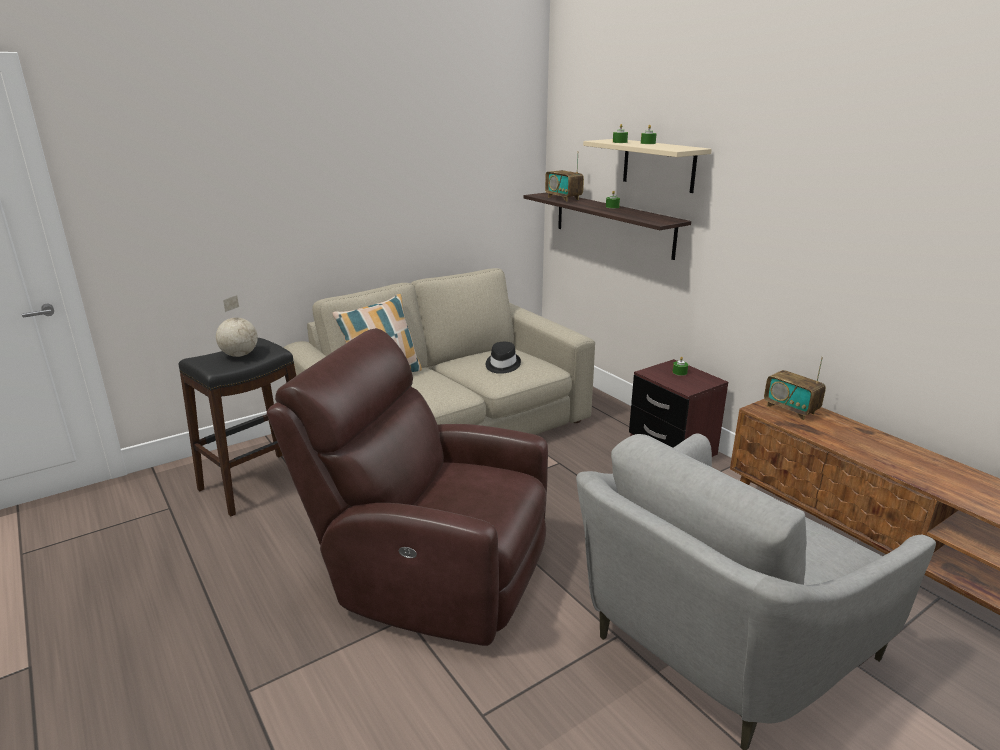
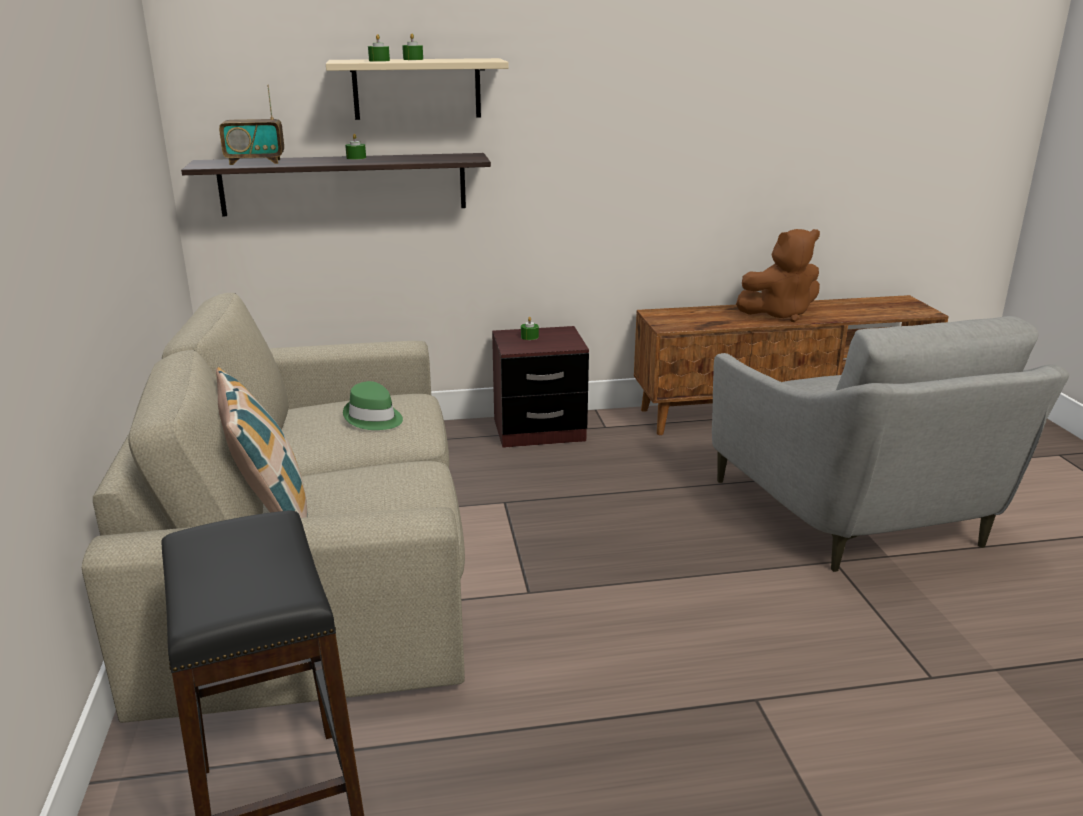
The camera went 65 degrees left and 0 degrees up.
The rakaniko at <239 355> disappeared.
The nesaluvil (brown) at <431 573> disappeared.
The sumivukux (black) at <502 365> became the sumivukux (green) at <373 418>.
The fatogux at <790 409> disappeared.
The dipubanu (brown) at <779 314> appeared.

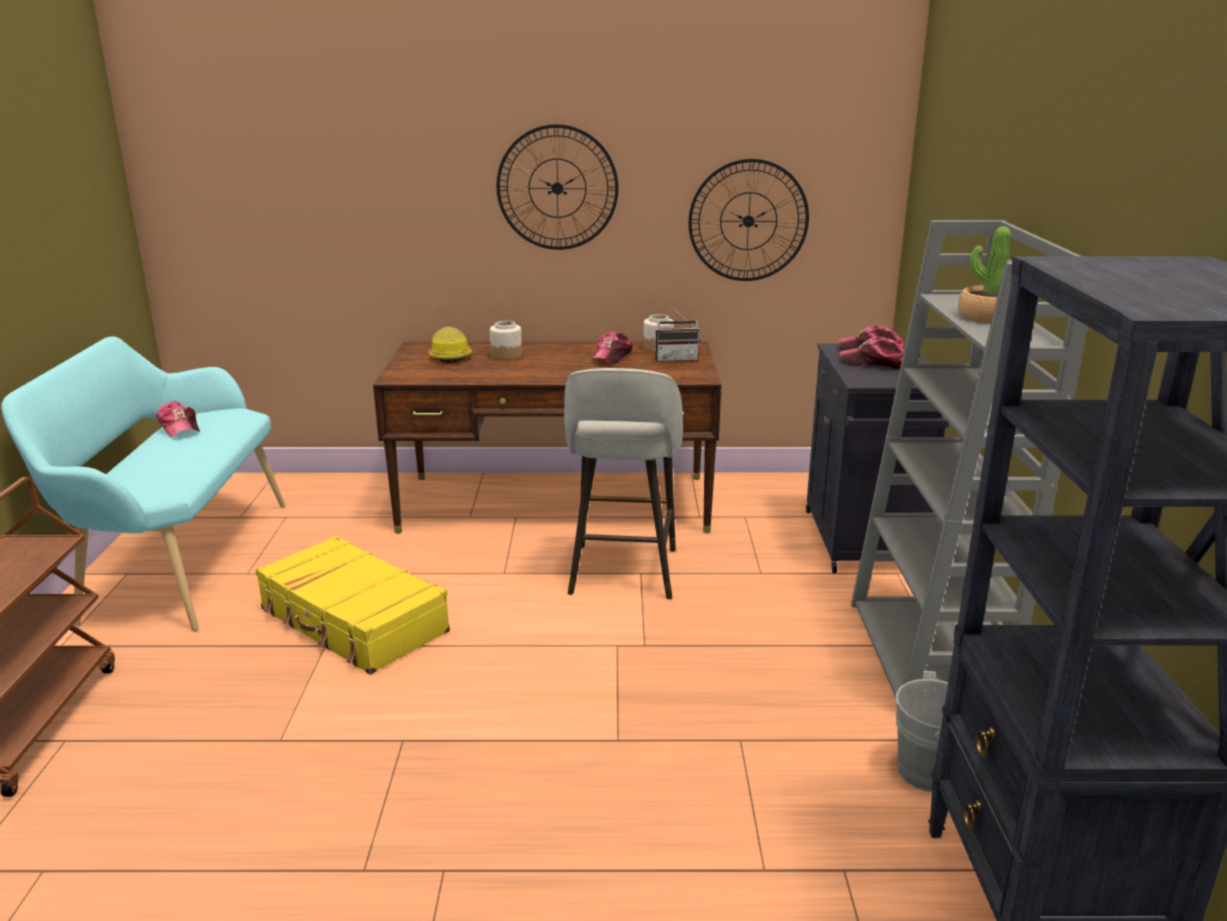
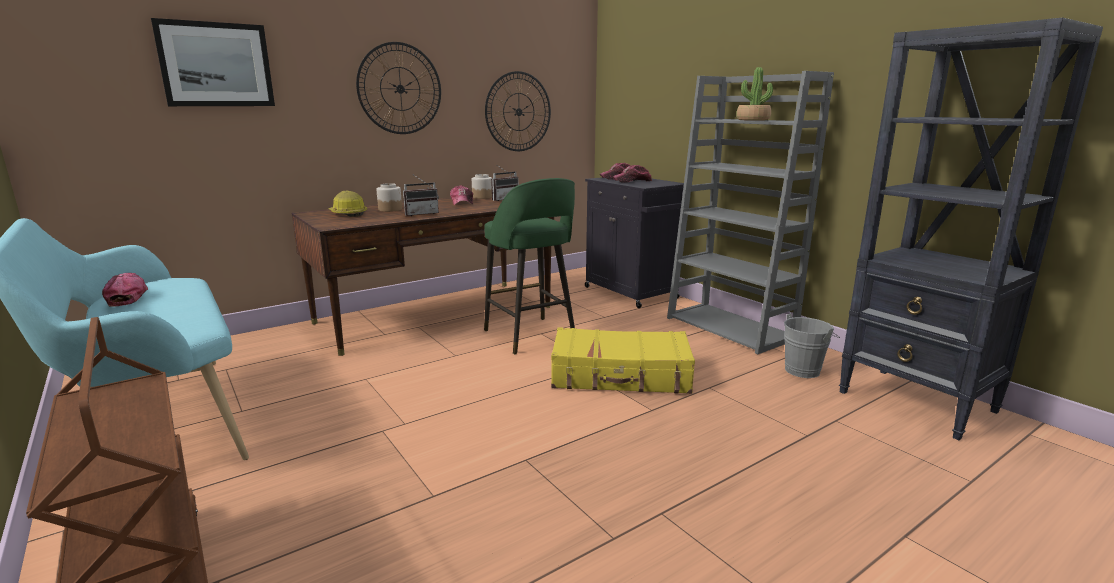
The camera went 35 degrees left and 5 degrees down.
The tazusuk at <180 427> turned 135 degrees counterclockwise.
The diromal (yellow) moved from <353 621> to <620 376>.
The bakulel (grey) at <622 573> became the bakulel (green) at <531 336>.
The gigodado at <216 65> appeared.
The fatogux at <421 214> appeared.

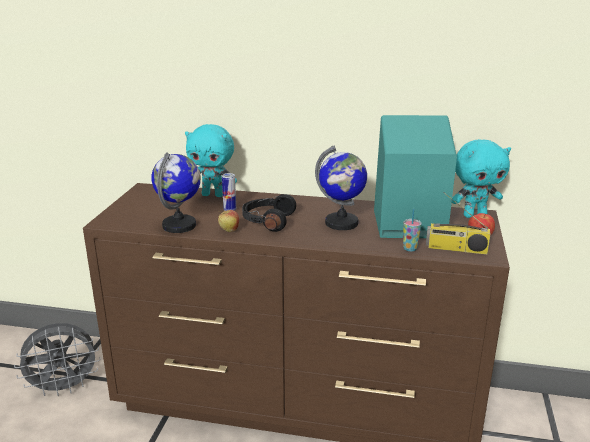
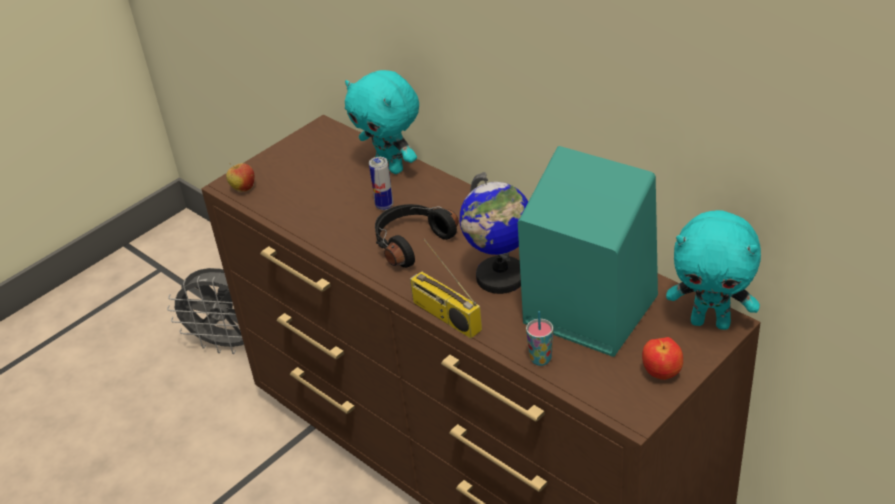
The camera went 35 degrees right and 15 degrees up.
The rakaniko at <180 225> disappeared.
The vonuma moved from <229 230> to <243 189>.
The fatogux moved from <456 249> to <444 316>.

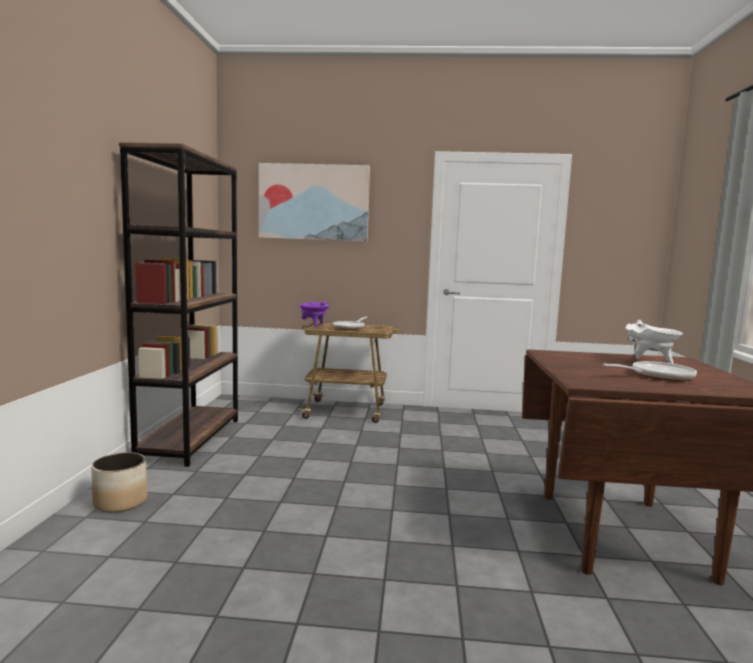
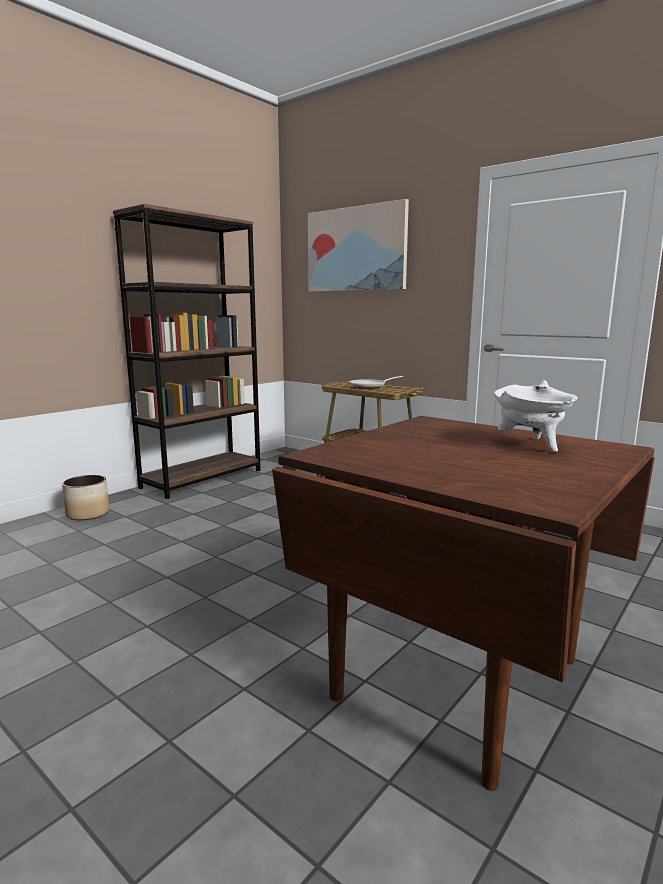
The camera went 35 degrees right and 5 degrees up.
The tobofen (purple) at <313 325> disappeared.
The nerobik at <657 376> disappeared.

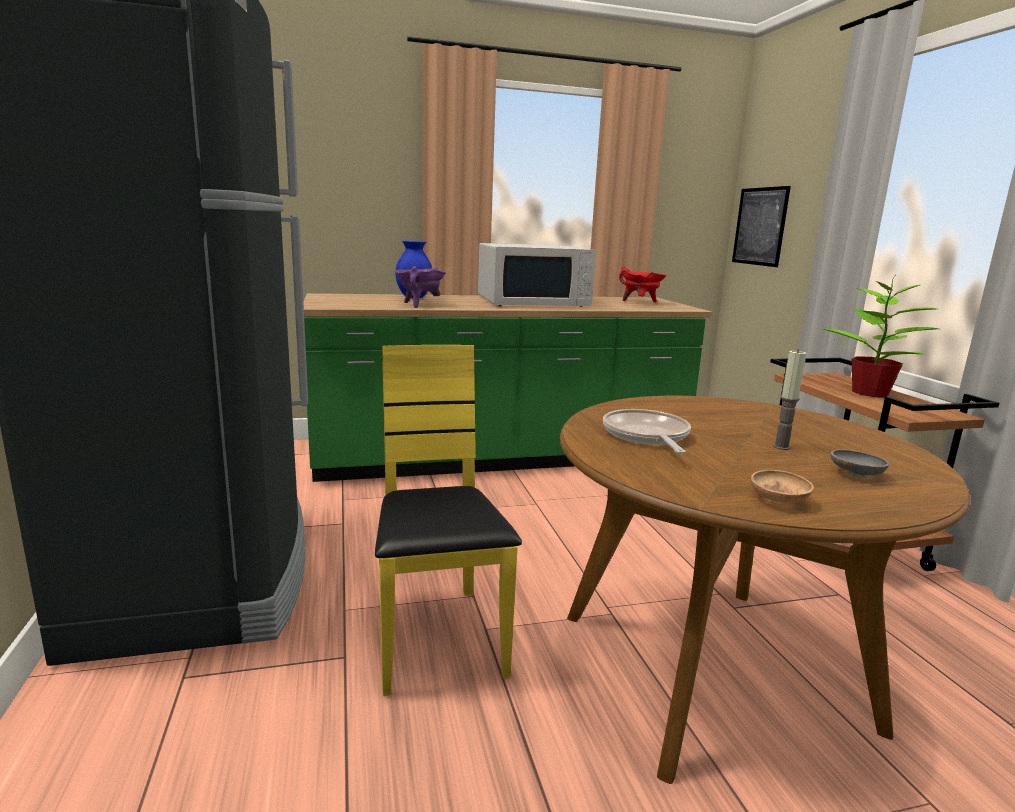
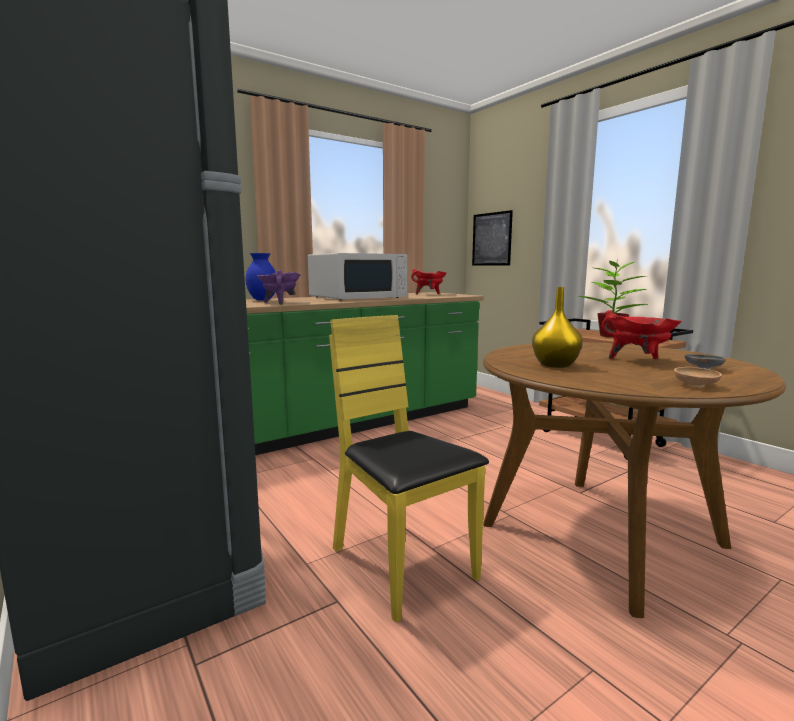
The camera went 20 degrees left and 5 degrees down.
The nerobik at <646 436> was replaced by the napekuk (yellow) at <555 365>.
The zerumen at <781 447> was replaced by the tobofen (red) at <638 361>.

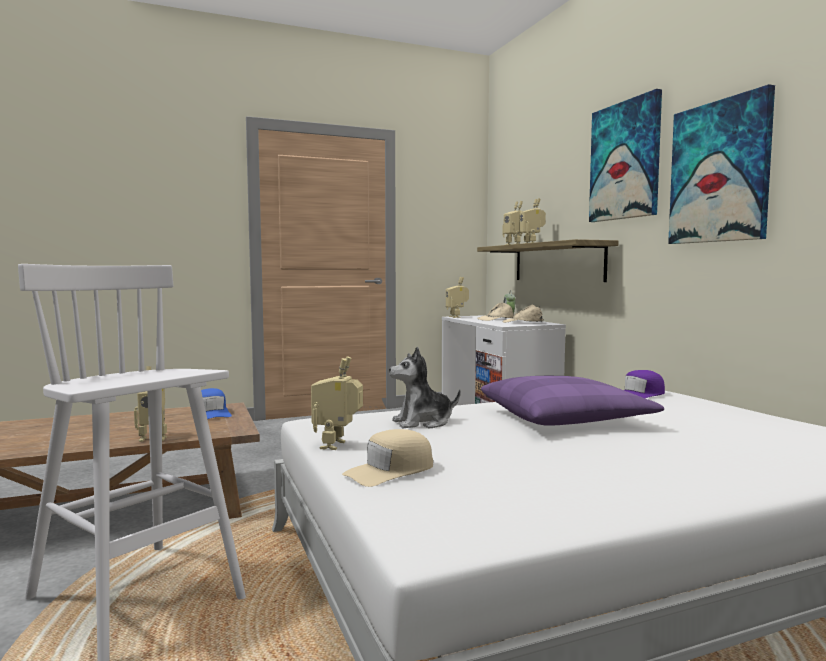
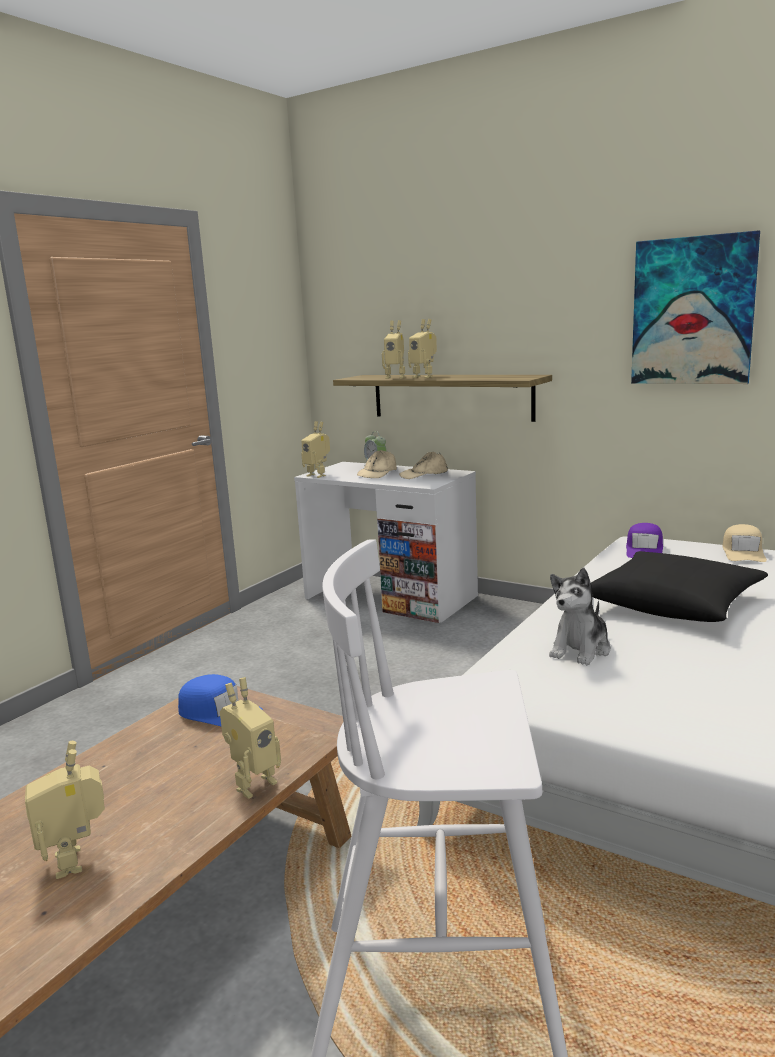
The camera went 35 degrees left and 10 degrees up.
The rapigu moved from <338 445> to <77 860>.
The tazusuk (beige) moved from <390 471> to <743 552>.
The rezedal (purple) at <564 418> became the rezedal (black) at <674 602>.
The gigodado at <625 161> disappeared.

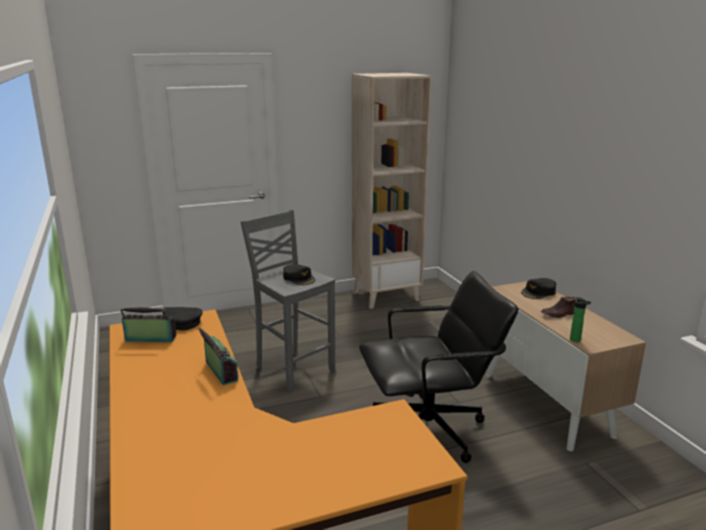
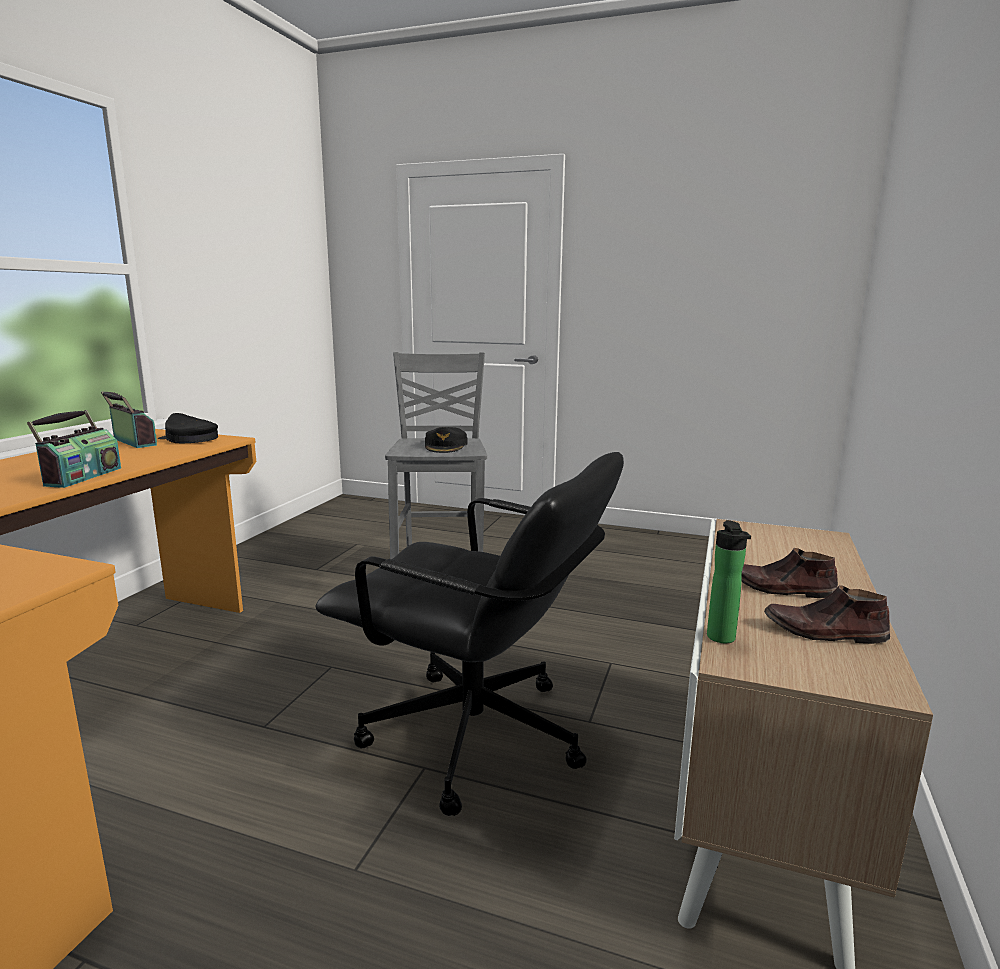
The camera went 40 degrees right and 5 degrees down.
The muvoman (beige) at <386 296> disappeared.
The tazusuk (black) at <538 292> disappeared.
The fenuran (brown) at <824 632> appeared.

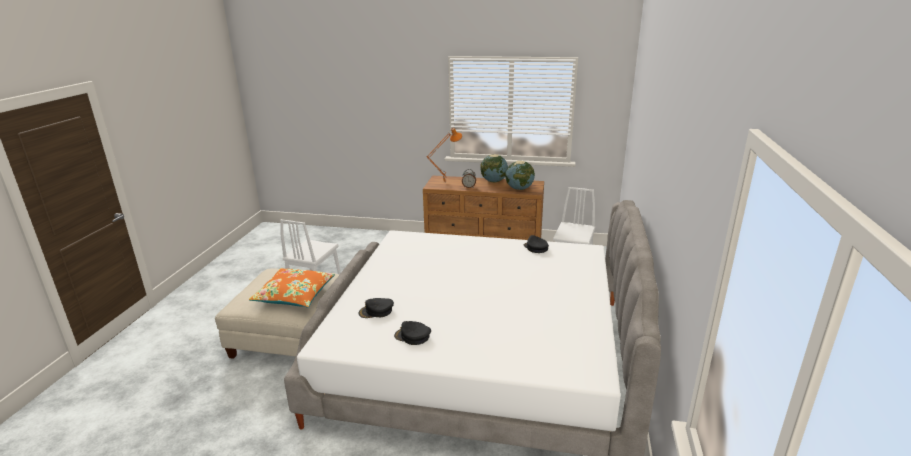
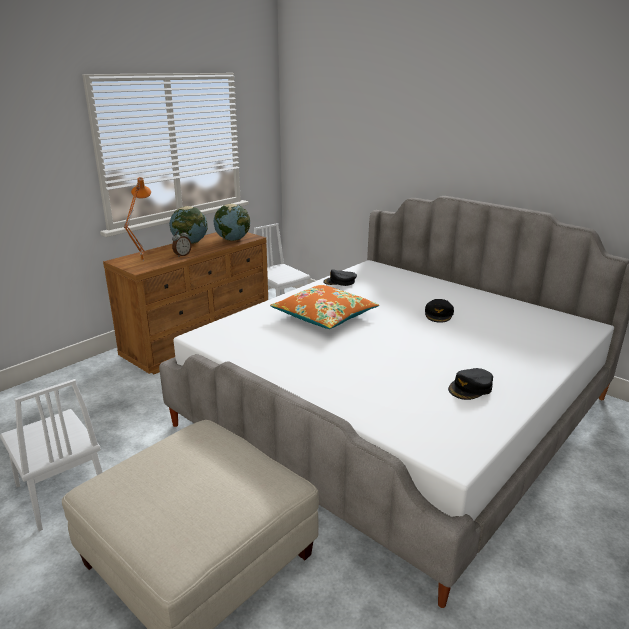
The camera went 60 degrees left and 0 degrees up.
The rezedal (orange) moved from <295 295> to <324 316>.
The tazusuk (black) moved from <376 311> to <439 314>.

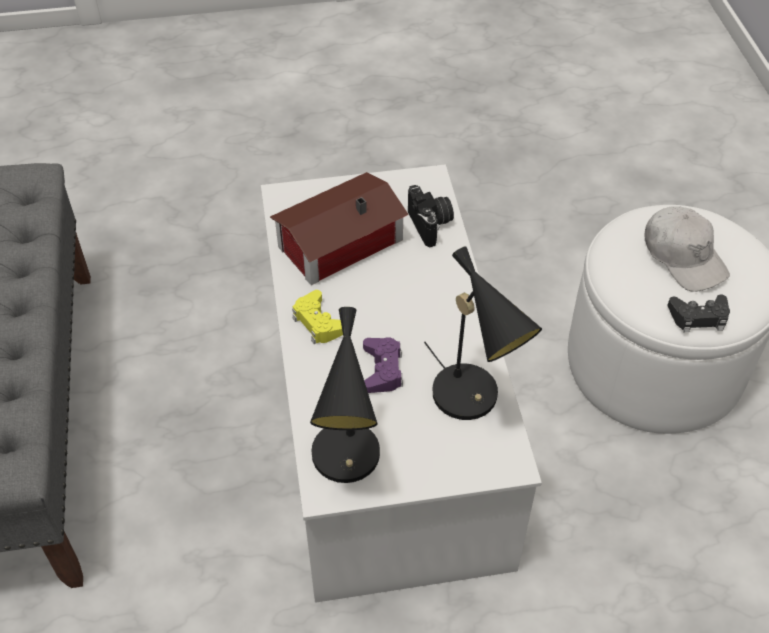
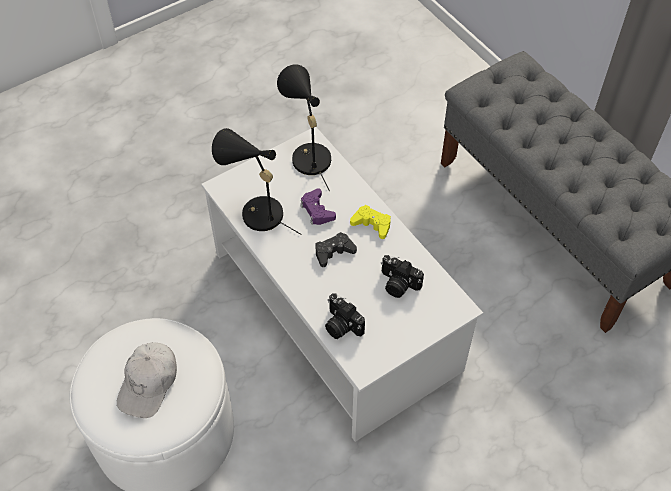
The camera went 155 degrees right and 5 degrees up.
The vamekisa at <336 242> was replaced by the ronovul at <397 284>.
The tazusuk (white) at <683 257> turned 105 degrees counterclockwise.
The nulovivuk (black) moved from <698 317> to <333 252>.

